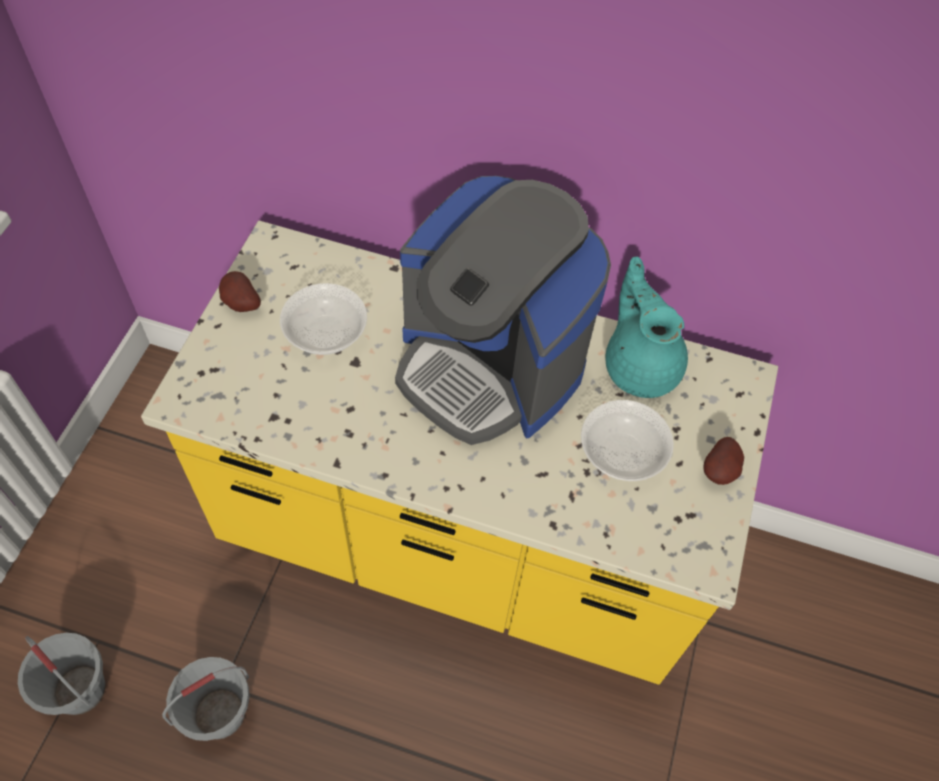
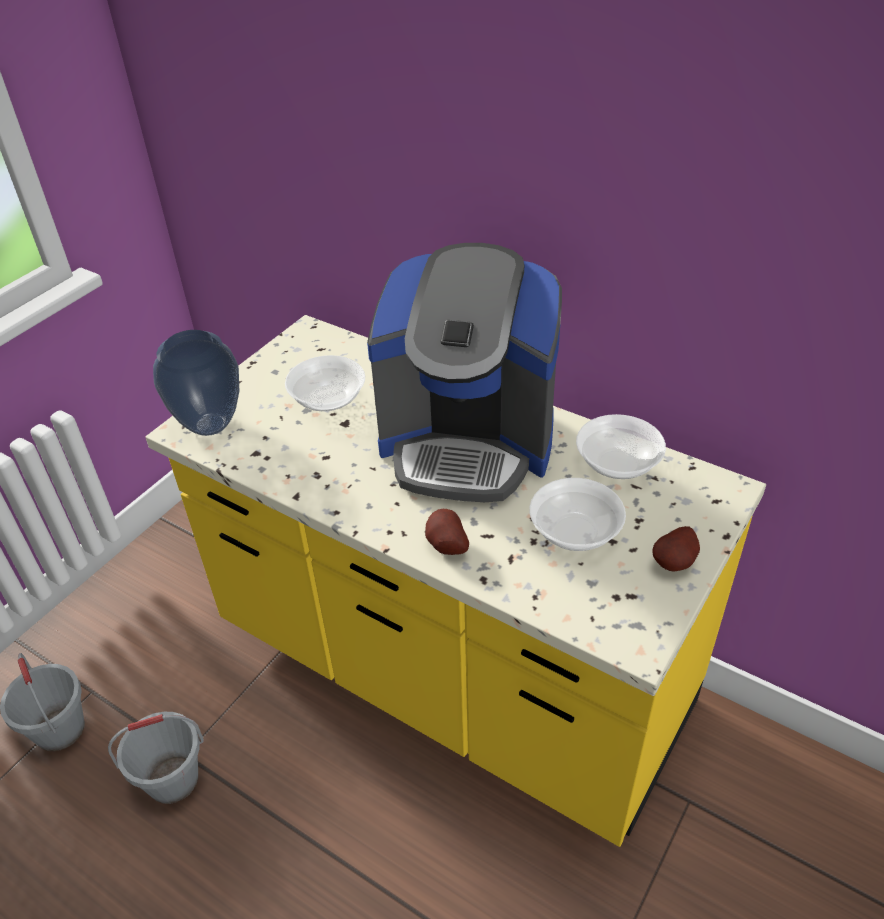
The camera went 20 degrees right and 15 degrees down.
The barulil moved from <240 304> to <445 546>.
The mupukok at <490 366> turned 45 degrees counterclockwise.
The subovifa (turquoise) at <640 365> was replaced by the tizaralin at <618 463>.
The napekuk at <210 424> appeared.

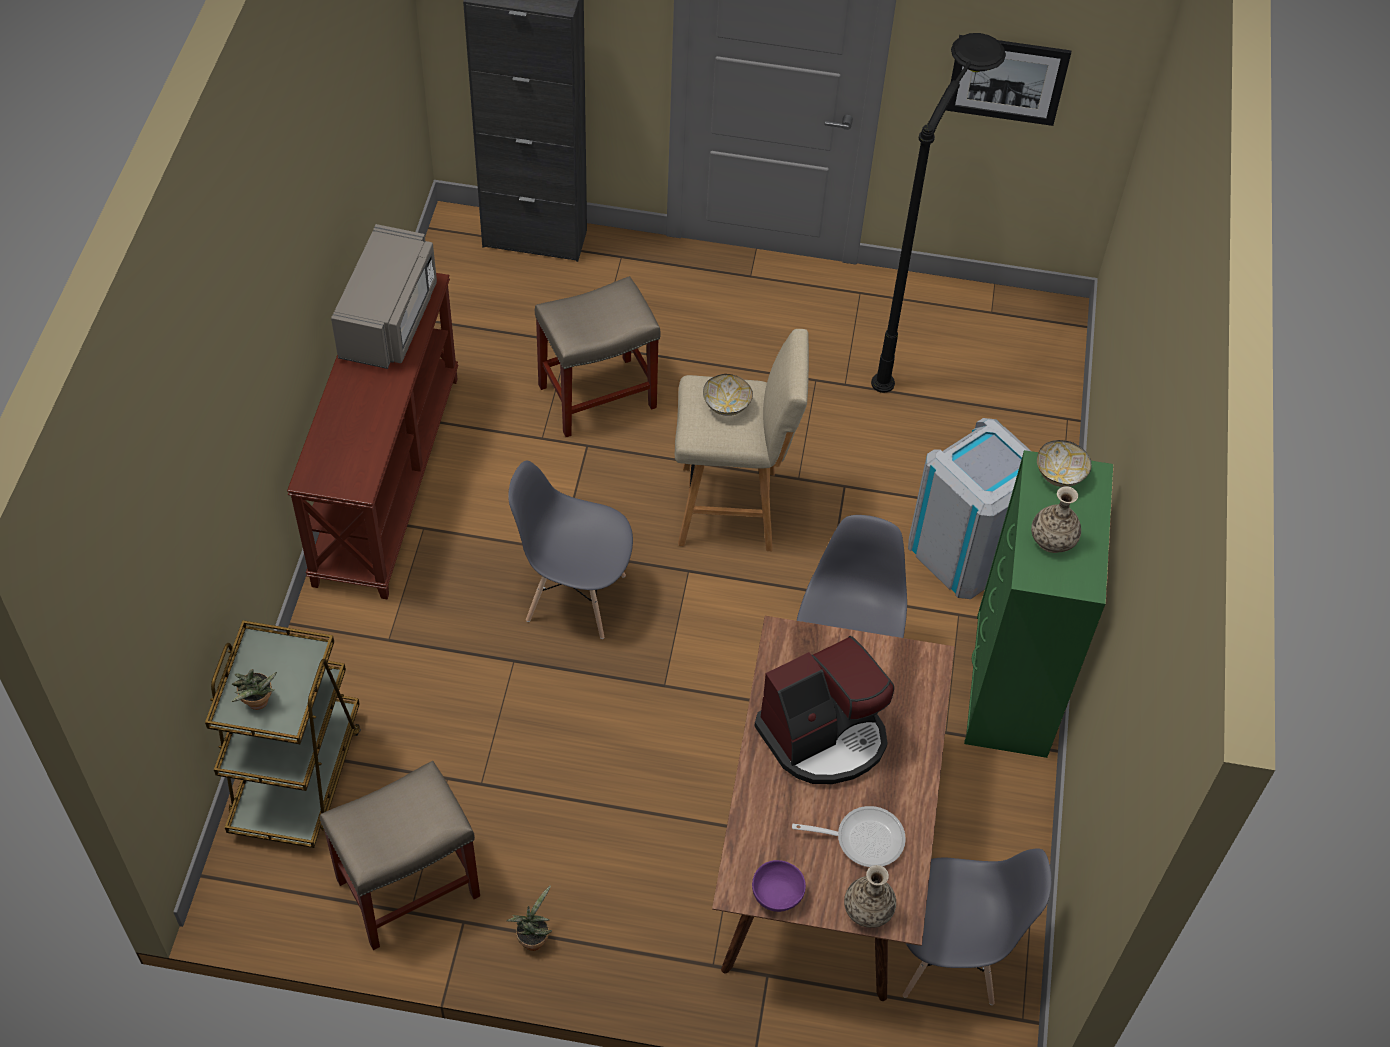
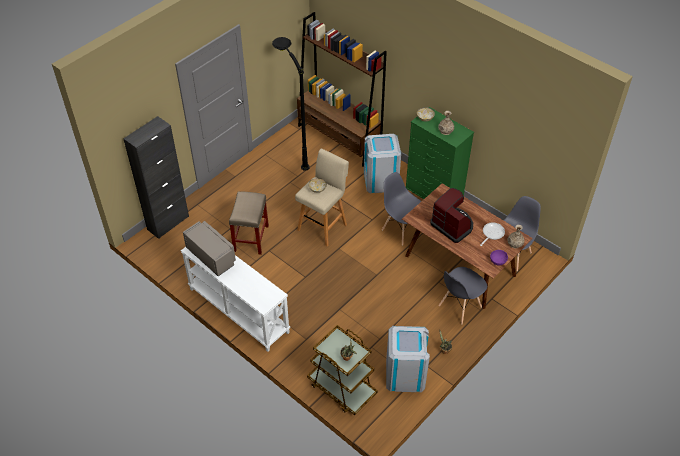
The camera went 55 degrees left and 5 degrees down.
The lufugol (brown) at <385 478> became the lufugol (white) at <238 311>.
The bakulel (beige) at <410 886> was replaced by the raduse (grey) at <405 374>.
The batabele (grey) moved from <575 597> to <459 306>.
The mupukok at <824 736> turned 45 degrees counterclockwise.
The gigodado at <1007 79> disappeared.
The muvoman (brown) at <339 139> appeared.

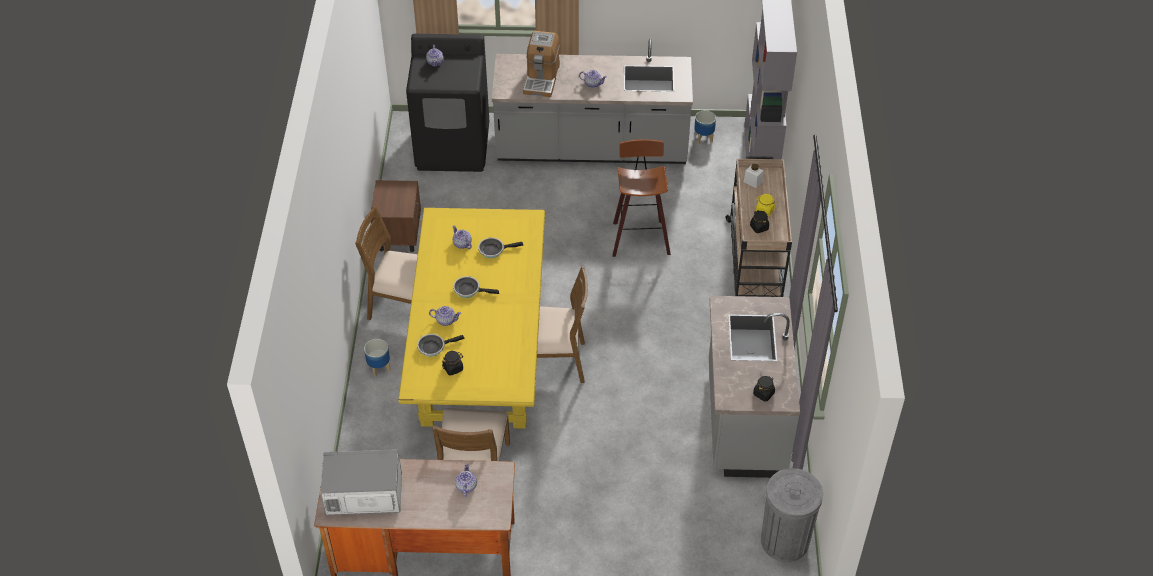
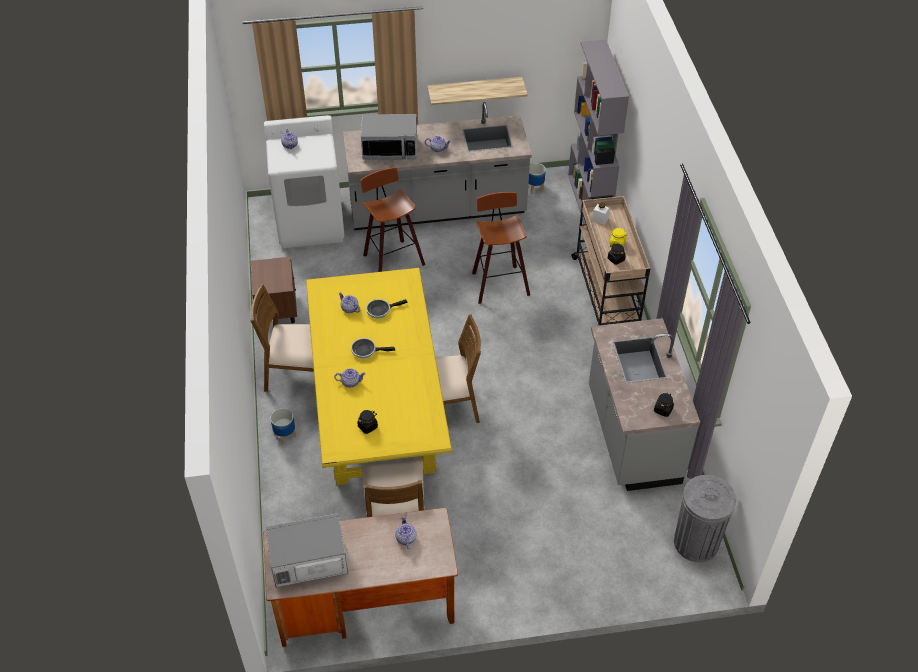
The camera went 10 degrees left and 0 degrees up.
The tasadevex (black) at <453 147> became the tasadevex (white) at <311 223>.
The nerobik at <433 347> disappeared.
The mupukok at <541 78> was replaced by the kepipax at <390 149>.
The bakulel at <391 259> appeared.
The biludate at <474 90> appeared.

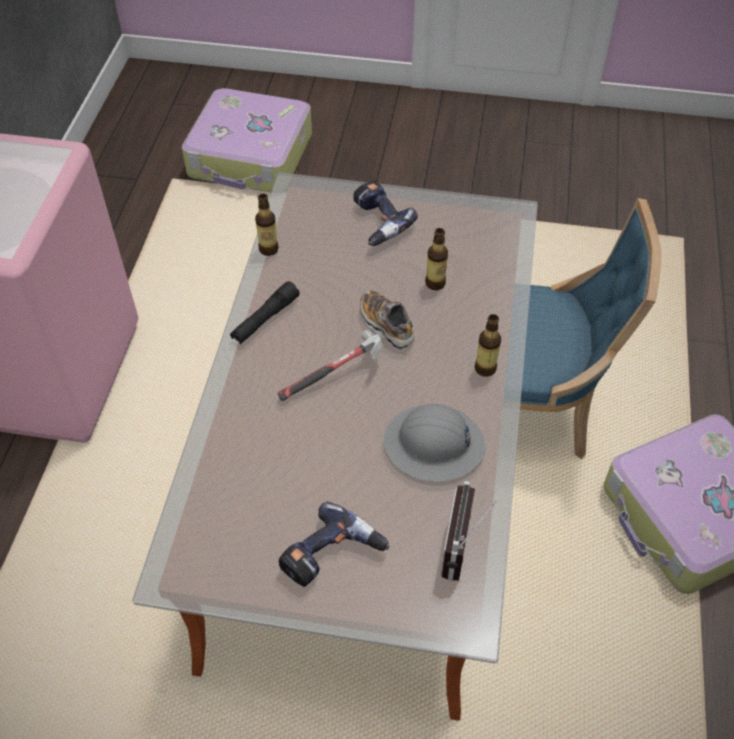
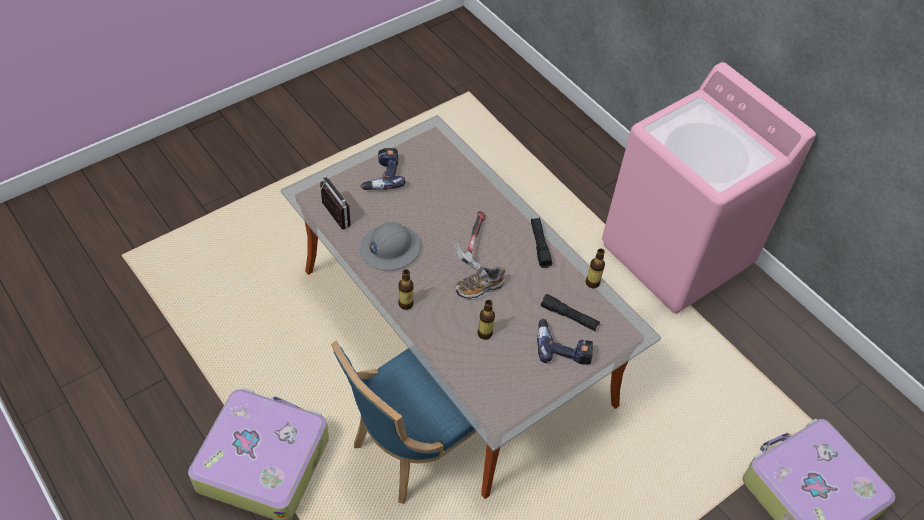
The camera went 130 degrees right and 0 degrees up.
The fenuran at <386 326> turned 150 degrees clockwise.
The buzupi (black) at <569 316> appeared.

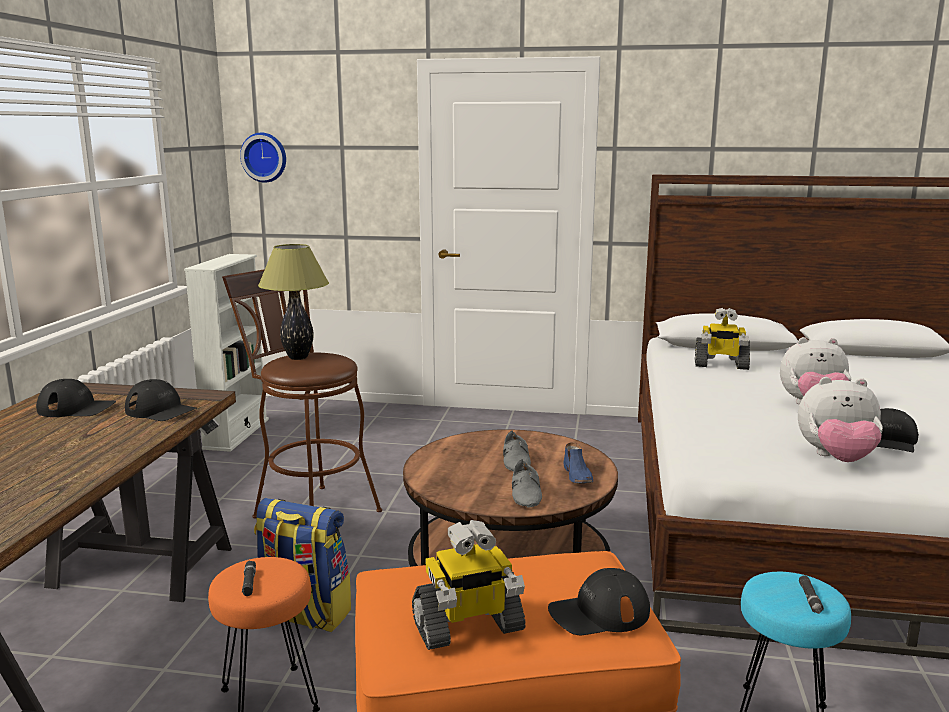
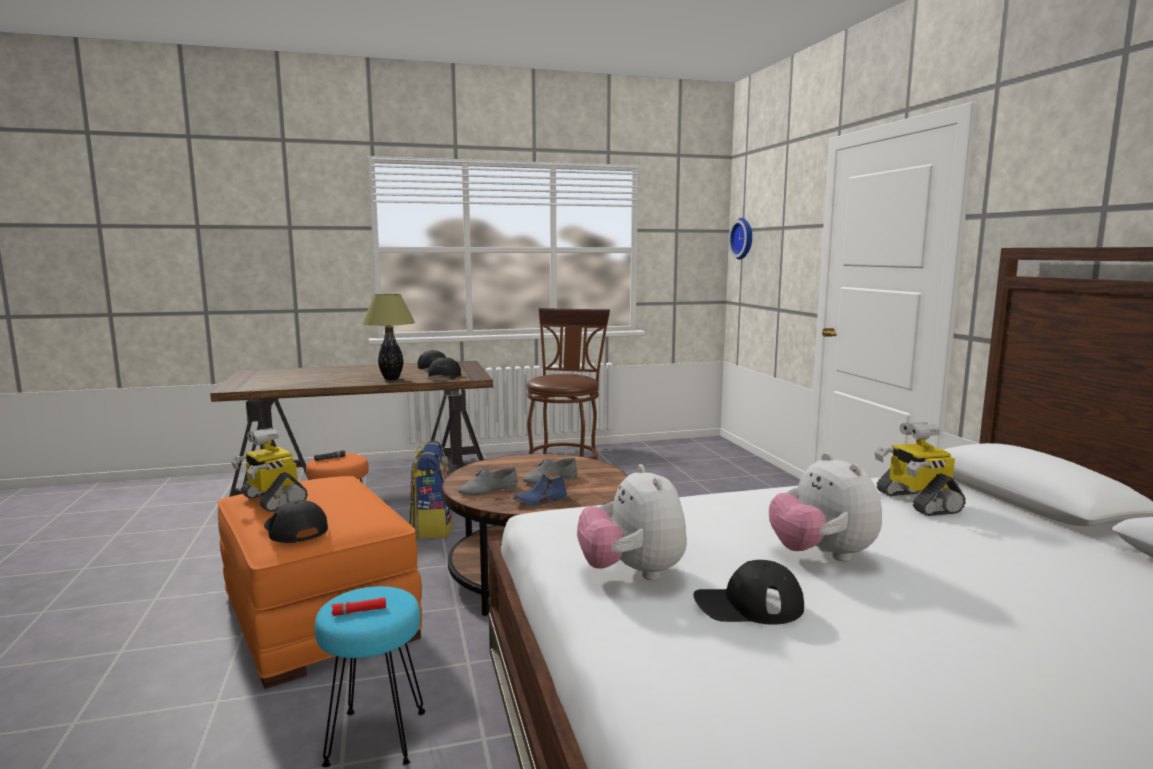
The camera went 65 degrees right and 5 degrees down.
The muvoman (white) at <236 434> disappeared.
The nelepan moved from <298 357> to <392 379>.
The buzupi (black) at <810 598> became the buzupi (red) at <359 611>.

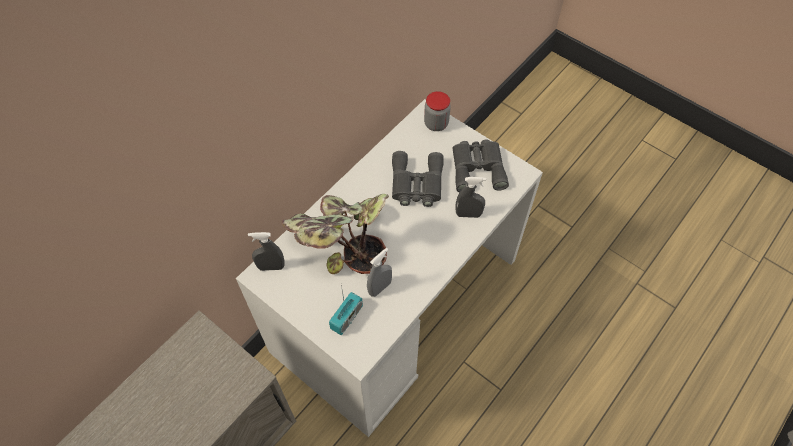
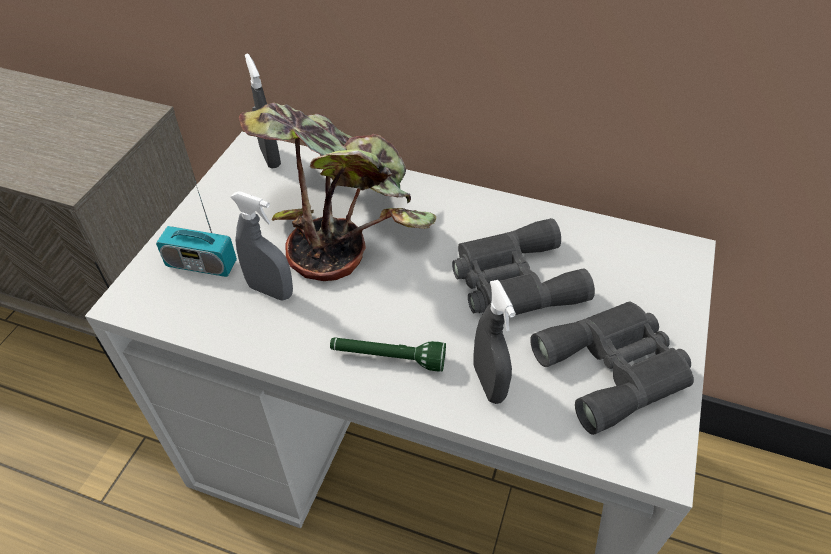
The camera went 70 degrees right and 10 degrees down.
The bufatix at <436 124> disappeared.
The buzupi (green) at <387 358> appeared.

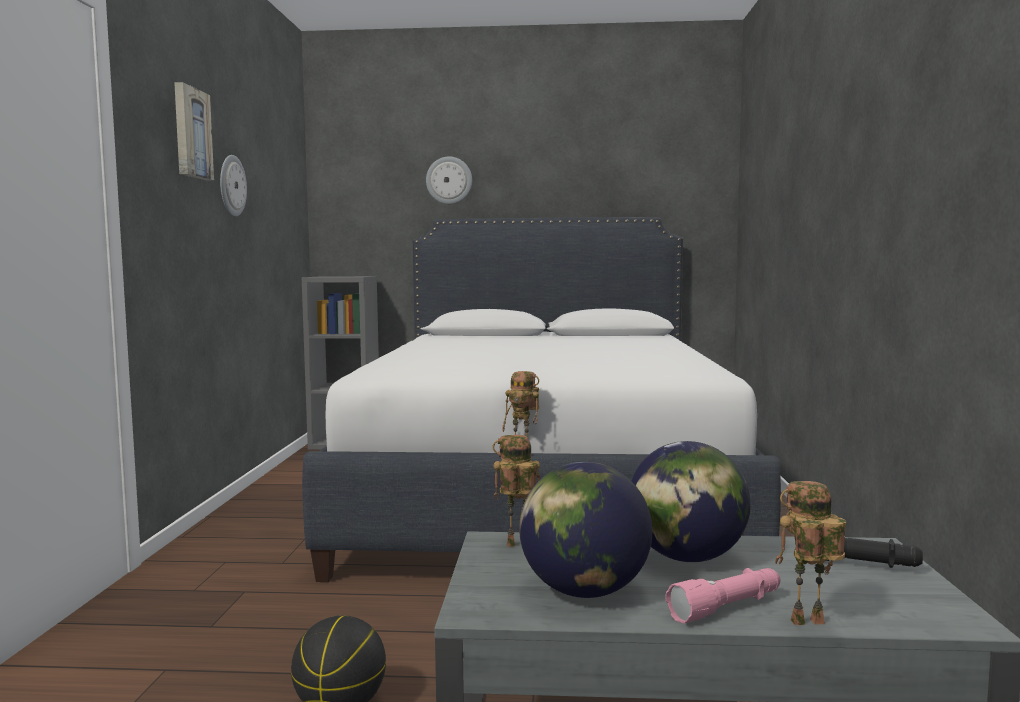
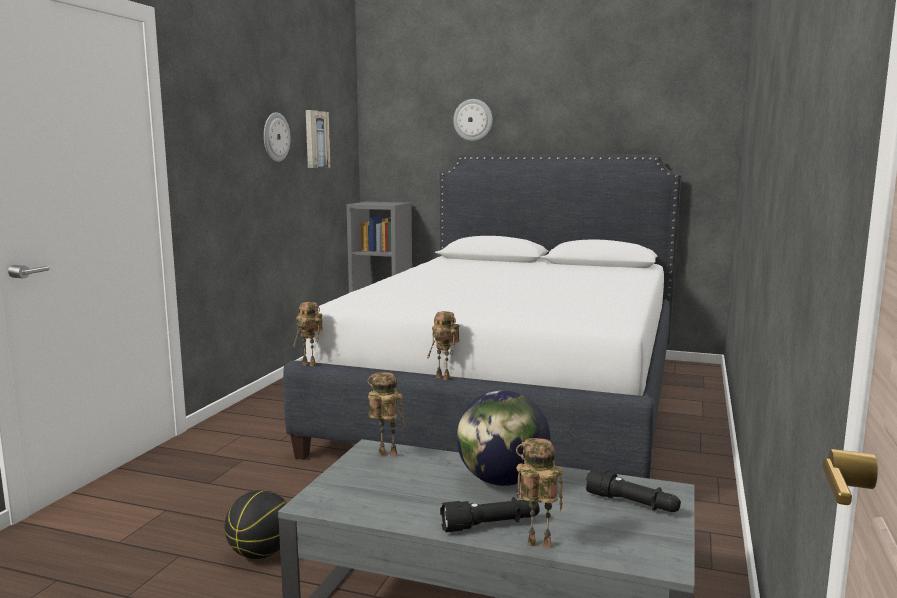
The camera went 15 degrees right and 5 degrees up.
The gigodado moved from <191 133> to <315 139>.
The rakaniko at <583 591> disappeared.
The buzupi (pink) at <727 608> became the buzupi (black) at <490 525>.
The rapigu at <310 364> appeared.

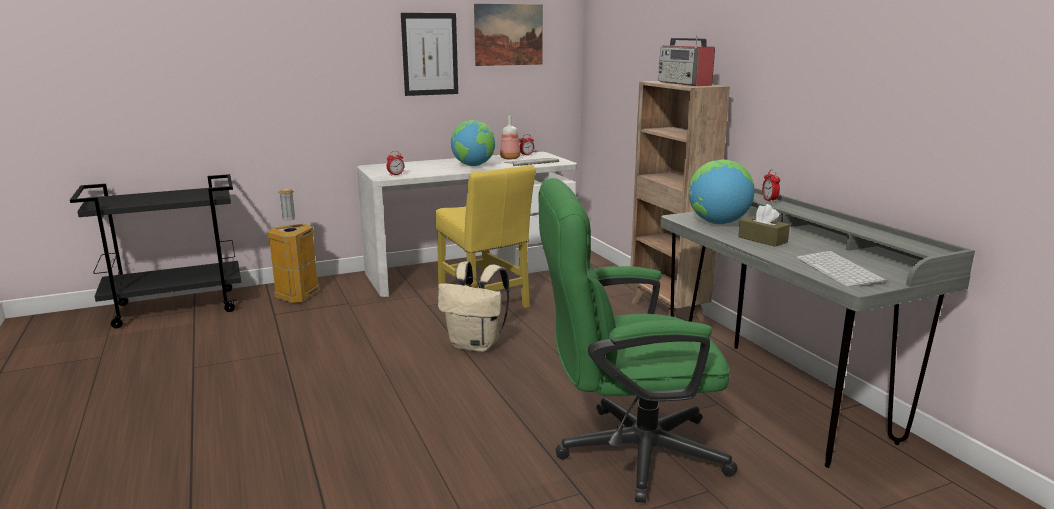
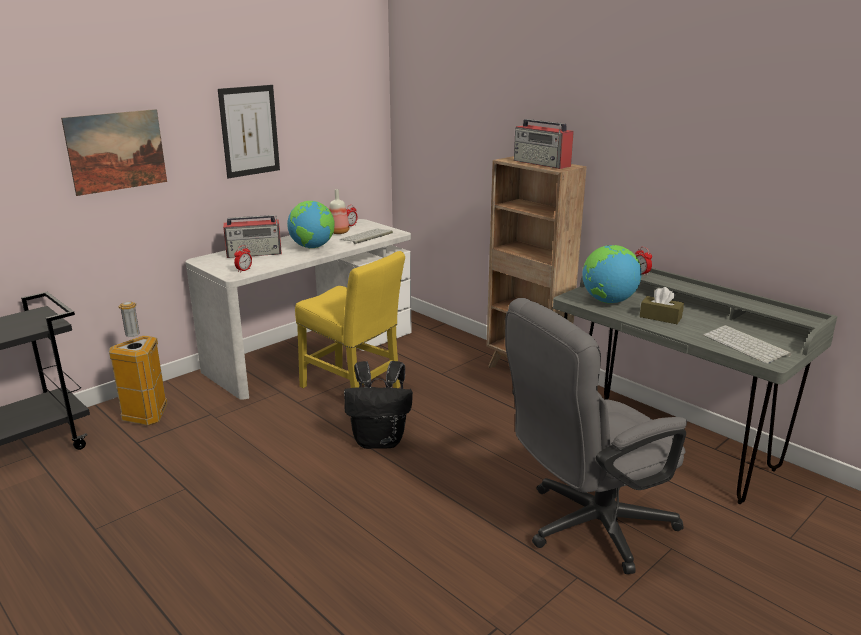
The camera went 20 degrees left and 5 degrees up.
The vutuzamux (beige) at <476 345> became the vutuzamux (black) at <380 441>.
The gigodado moved from <508 35> to <116 151>.
The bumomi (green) at <626 452> became the bumomi (grey) at <586 527>.
The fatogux at <255 253> appeared.

